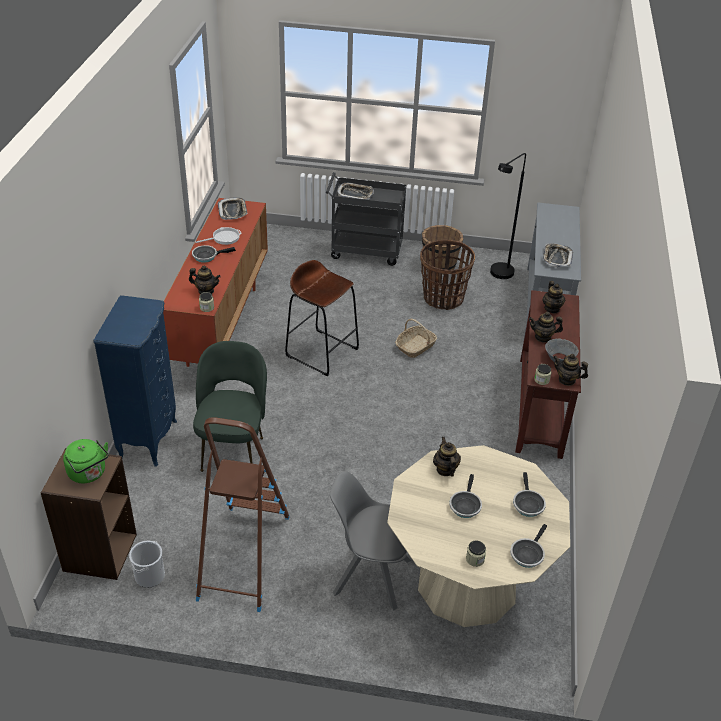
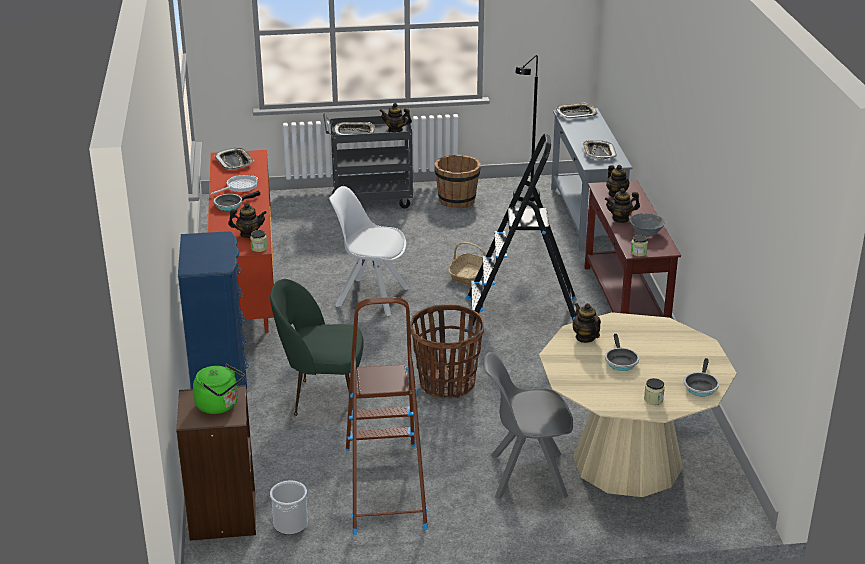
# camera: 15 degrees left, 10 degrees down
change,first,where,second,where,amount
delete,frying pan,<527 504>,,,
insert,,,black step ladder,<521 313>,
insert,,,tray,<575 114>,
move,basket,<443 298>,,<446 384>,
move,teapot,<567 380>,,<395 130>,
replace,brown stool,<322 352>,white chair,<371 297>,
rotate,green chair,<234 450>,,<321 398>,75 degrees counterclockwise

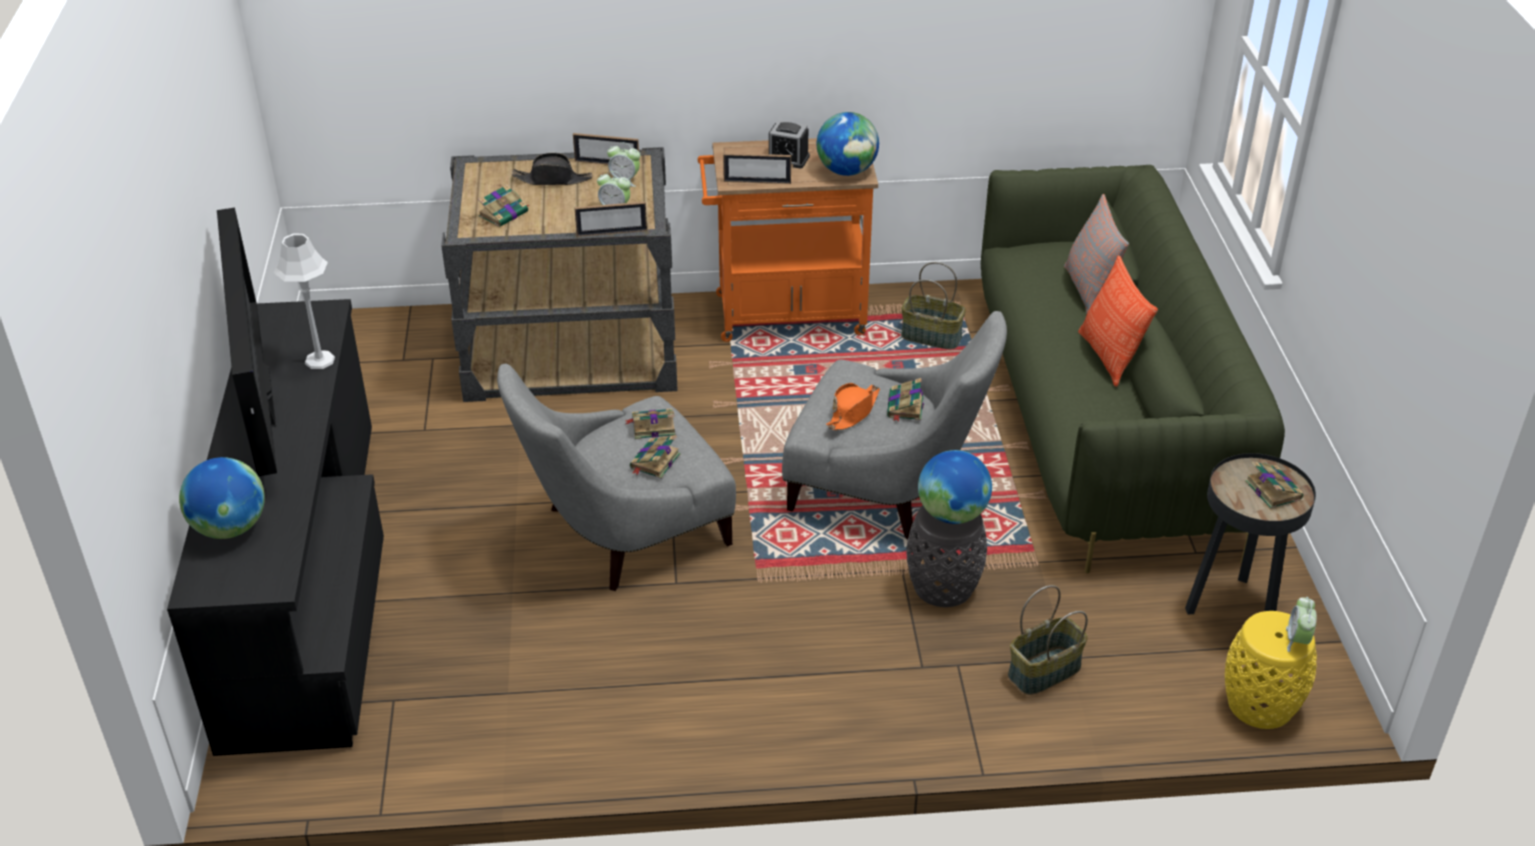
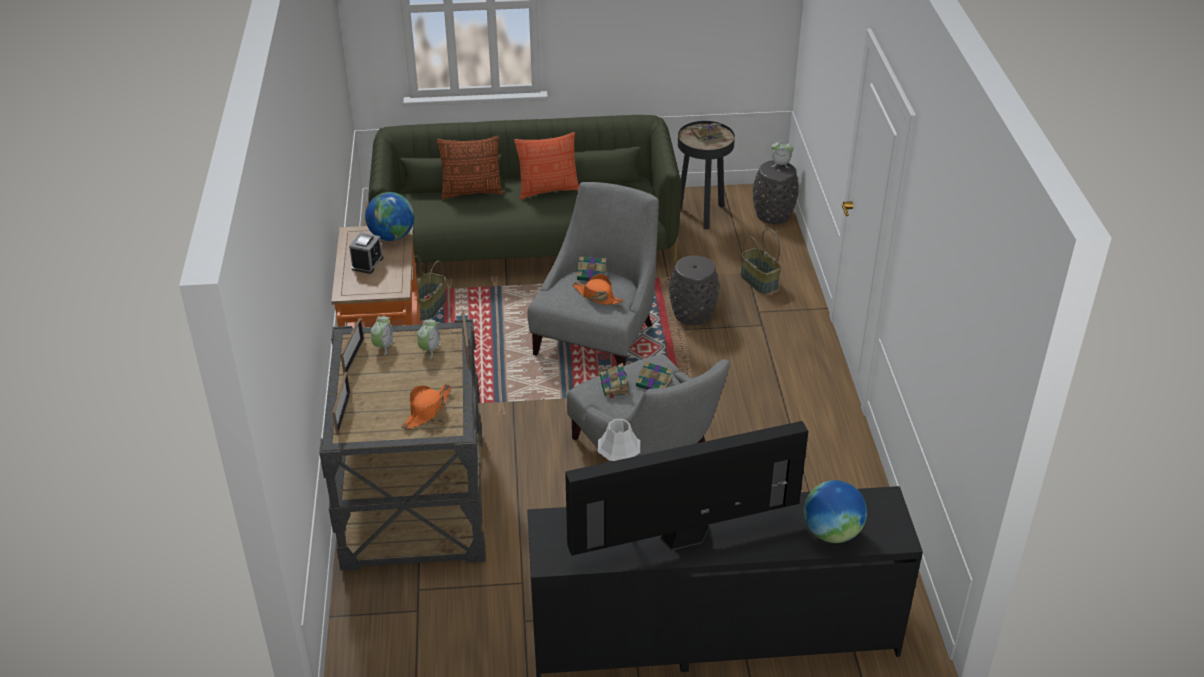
# camera: 90 degrees left, 0 degrees up
change,first,where,second,where,amount
delete,black hat,<553 179>,,,
delete,globe,<952 514>,,,
move,picture frame,<757 182>,,<343 413>,
replace,book,<504 214>,orange hat,<427 411>,
recolor,grey pillow,<1089 291>,brown pillow,<472 192>,
recolor,yellow stool,<1260 705>,grey stool,<773 214>,

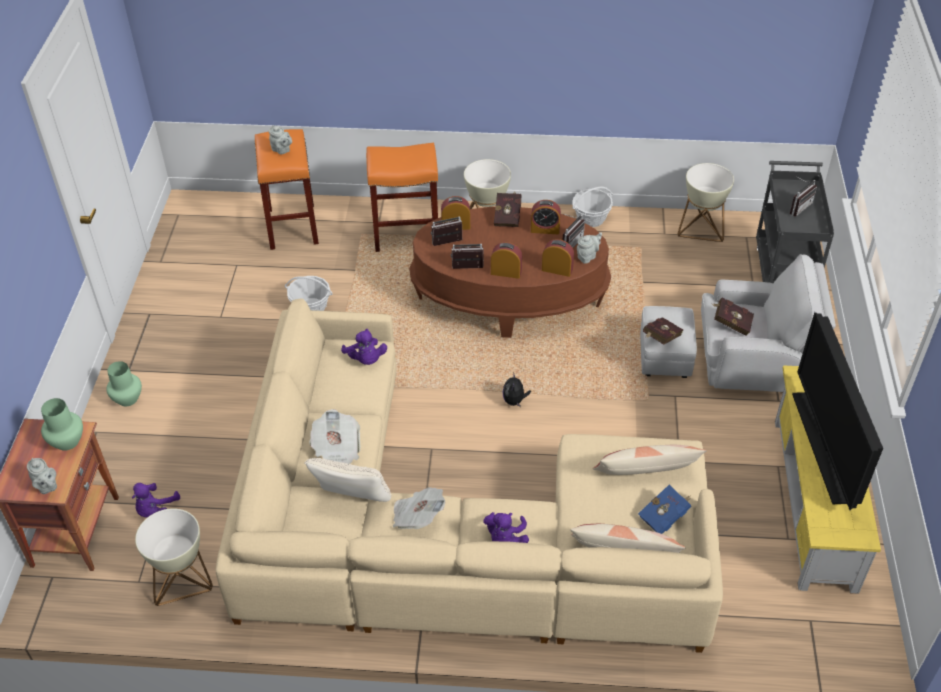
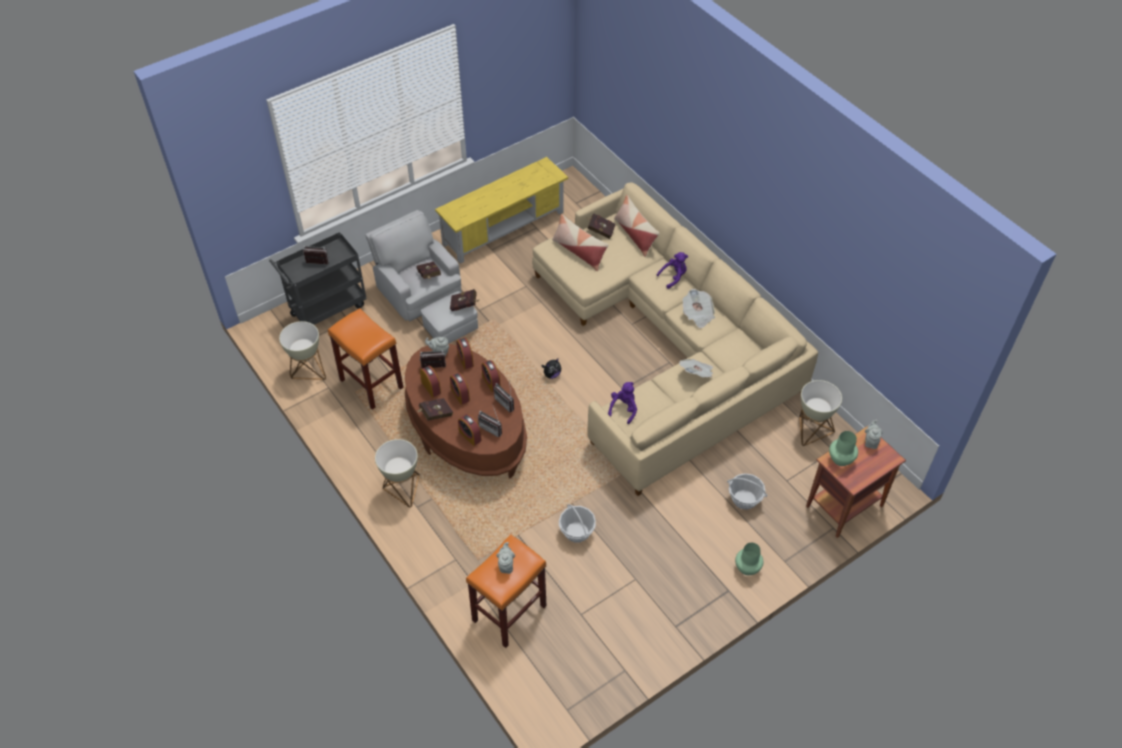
# camera: 130 degrees left, 5 degrees up
change,first,where,second,where,amount
delete,purple plush toy,<155 509>,,,
delete,beige pillow,<352 501>,,,
delete,television,<824 447>,,,
insert,,,alarm clock,<460 395>,
move,orange stool,<407 234>,,<370 384>,
move,basket,<591 218>,,<744 499>,
recolor,blue book,<665 517>,red book,<600 231>,

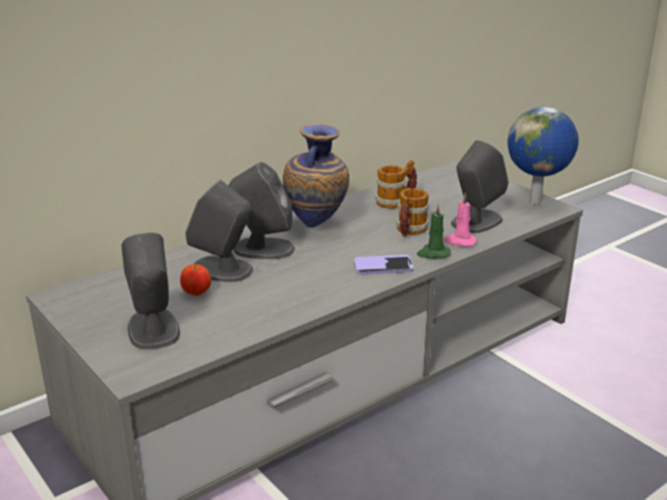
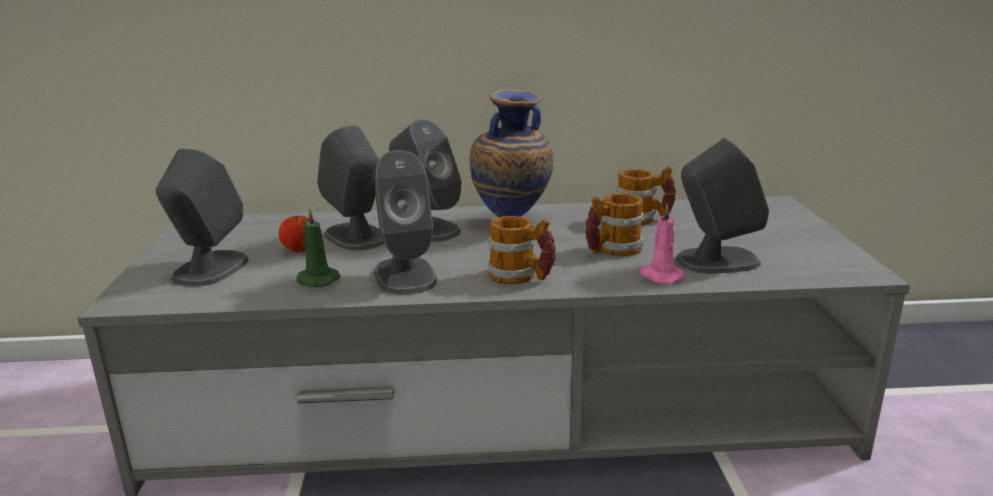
# camera: 35 degrees right, 5 degrees down
change,first,where,second,where,amount
delete,globe,<536 203>,,,
insert,,,grey speaker,<405 275>,
move,green candle,<433 254>,,<316 280>,
replace,phone,<383 266>,mug,<521 277>,

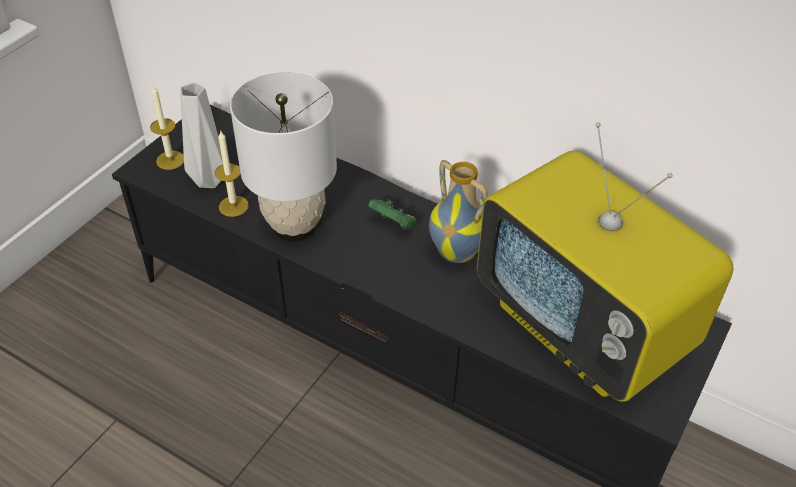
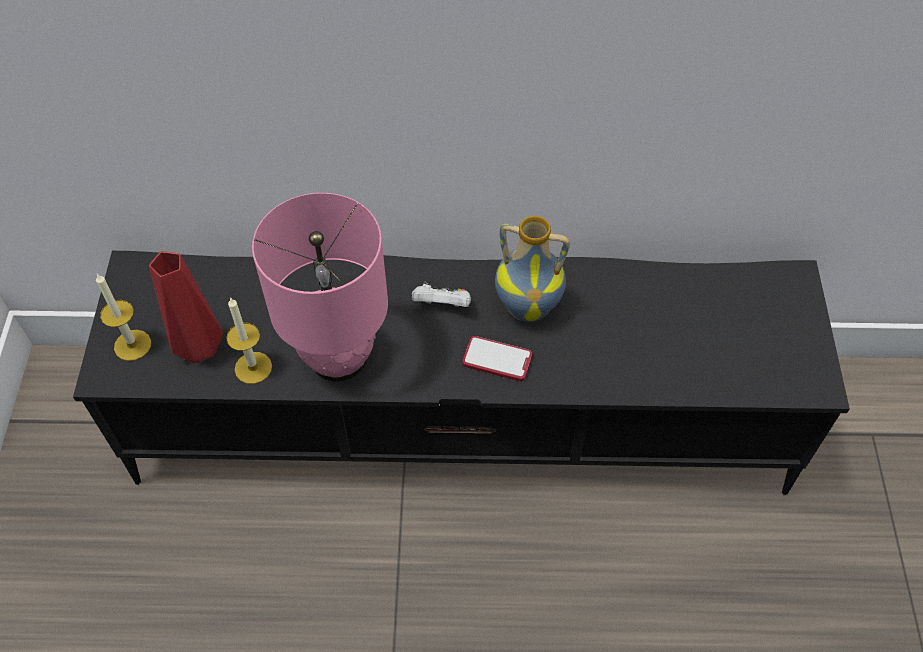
# camera: 30 degrees left, 10 degrees up
change,first,where,second,where,amount
delete,television,<584 328>,,,
insert,,,phone,<497 360>,
recolor,grey vase,<211 181>,red vase,<202 349>,
recolor,white table lamp,<295 225>,pink table lamp,<339 357>,
recolor,green game controller,<394 224>,white game controller,<442 305>,

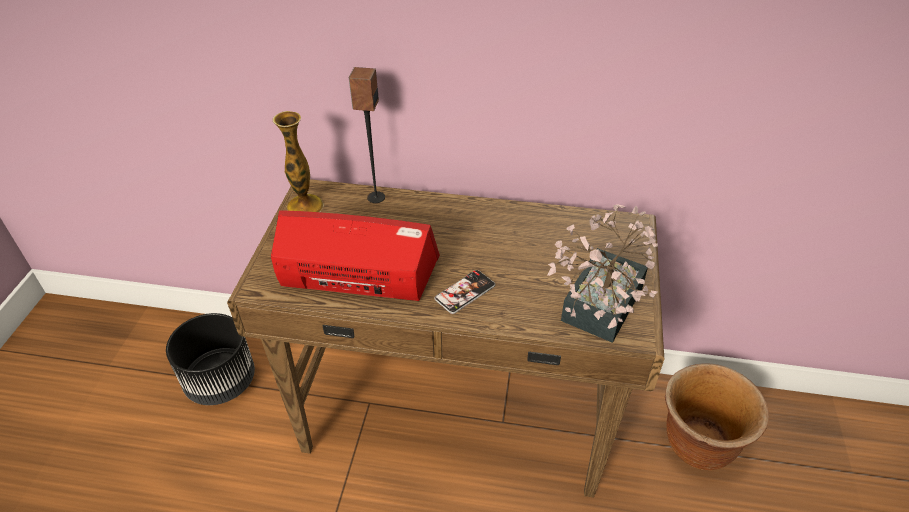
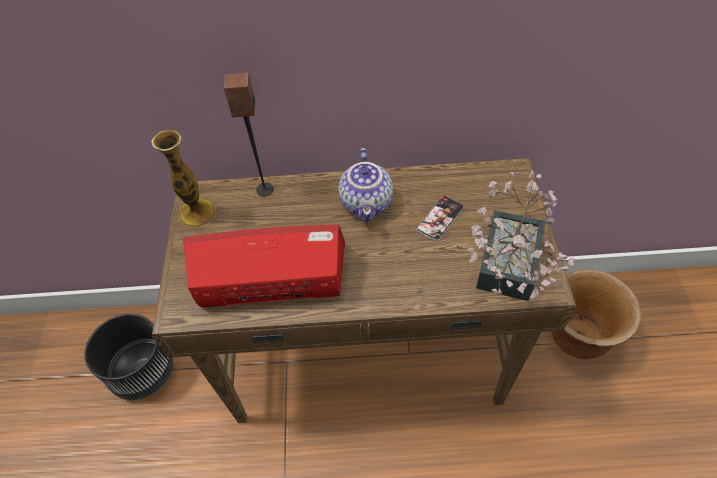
# camera: 10 degrees left, 10 degrees up
change,first,where,second,where,amount
insert,,,teapot,<367 204>,
move,phone,<465 292>,,<440 218>,

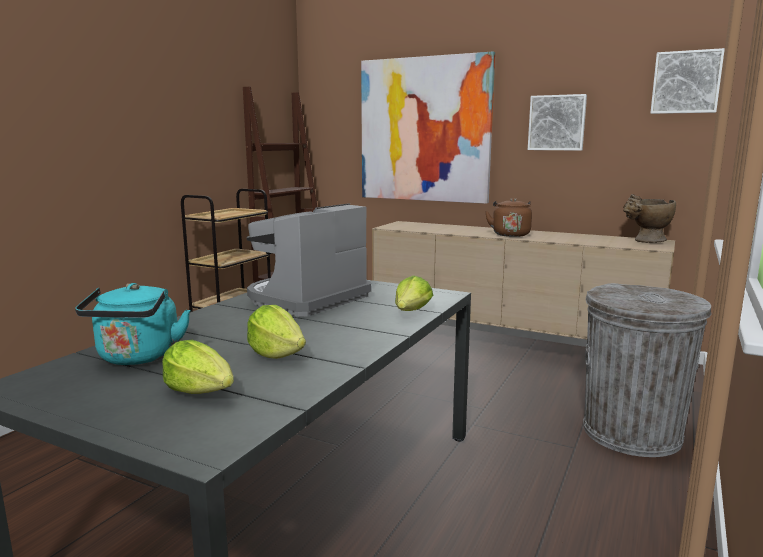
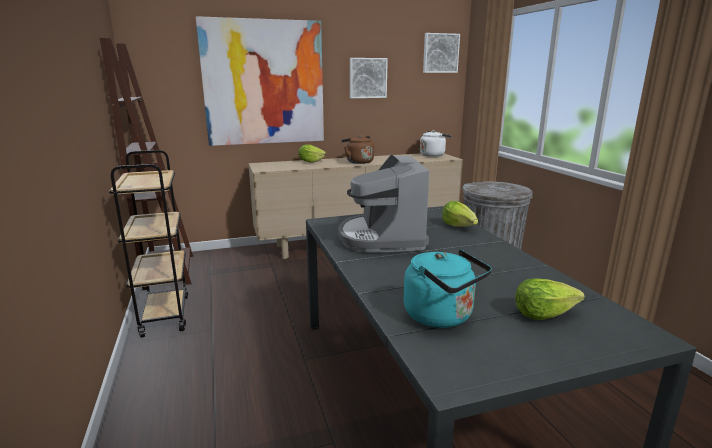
# camera: 45 degrees left, 5 degrees up
change,first,where,second,where,amount
move,lettuce,<276 354>,,<310 161>,
replace,beige vase,<646 241>,white kettle,<433 155>,

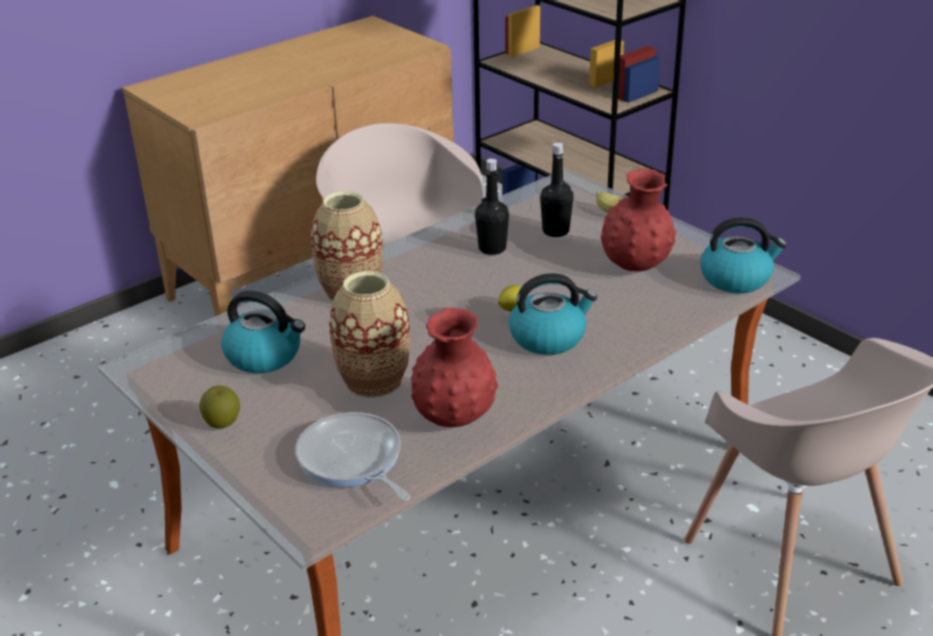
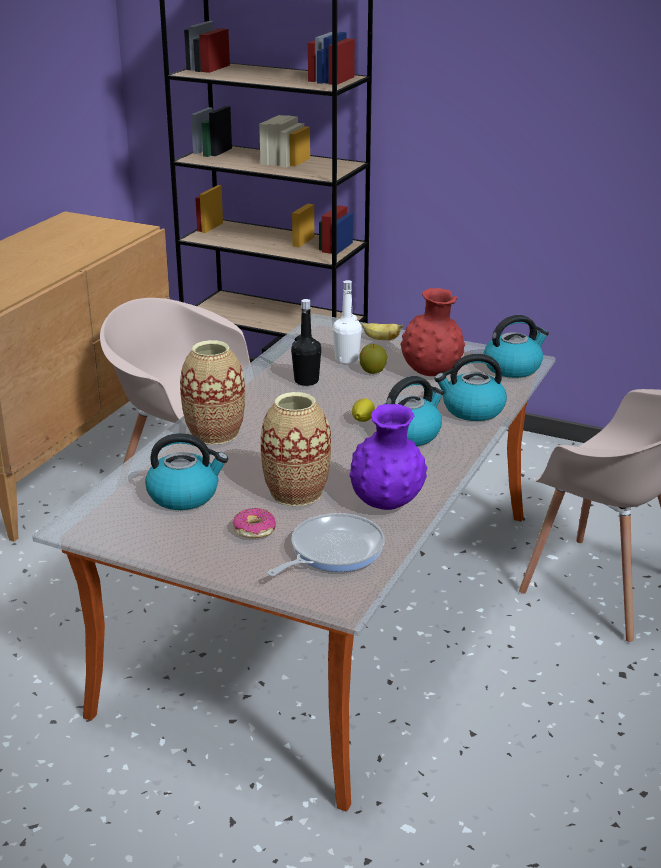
# camera: 25 degrees left, 5 degrees down
change,first,where,second,where,amount
insert,,,donut,<254 529>,
insert,,,kettle,<472 410>,
move,apple,<222 422>,,<372 371>,
recolor,red vase,<454 418>,purple vase,<386 504>,
recolor,black bottle,<555 231>,white bottle,<346 359>,
rotate,frying pan,<352 460>,,<332 551>,105 degrees clockwise

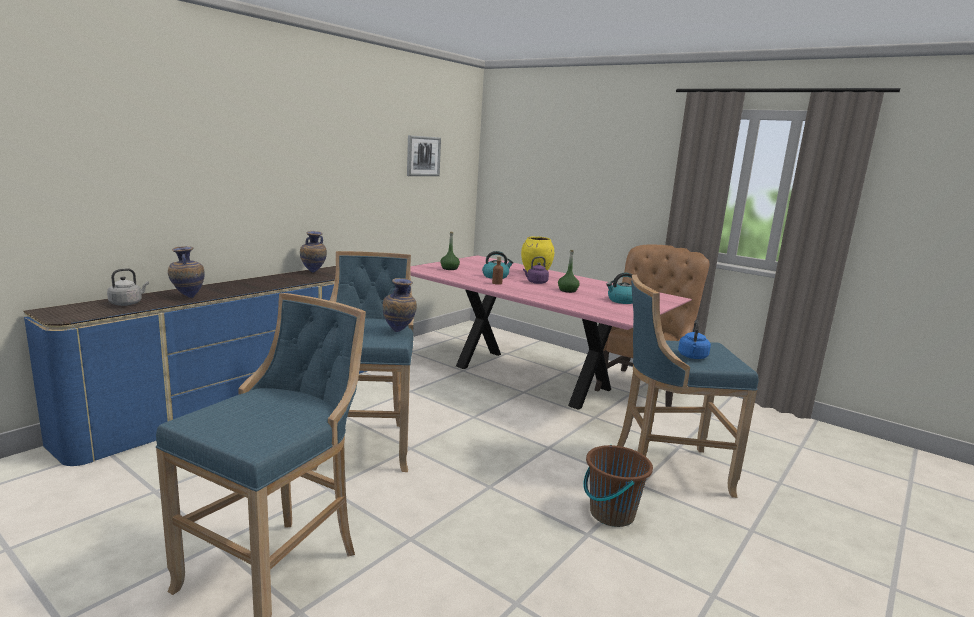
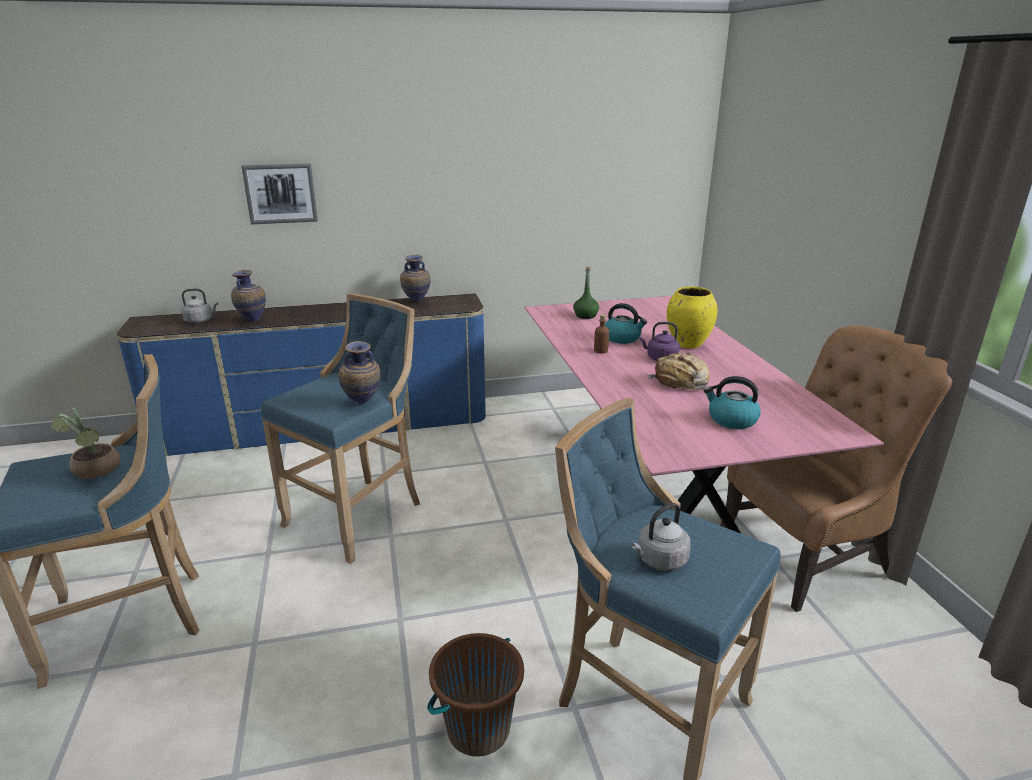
# camera: 40 degrees right, 10 degrees up
change,first,where,second,where,amount
insert,,,potted plant,<95 472>,
move,picture,<423 156>,,<281 193>,
replace,green bottle,<568 290>,bread,<680 382>,
recolor,blue kettle,<692 357>,grey kettle,<659 561>,

